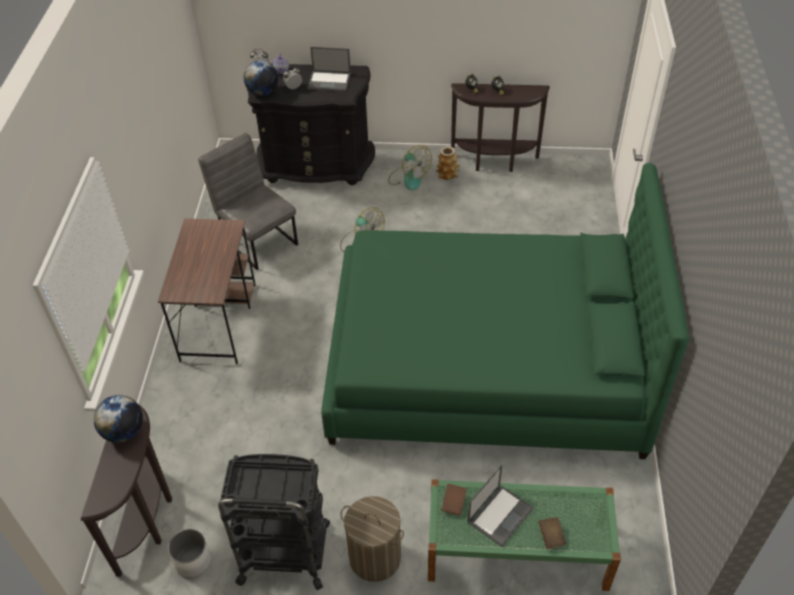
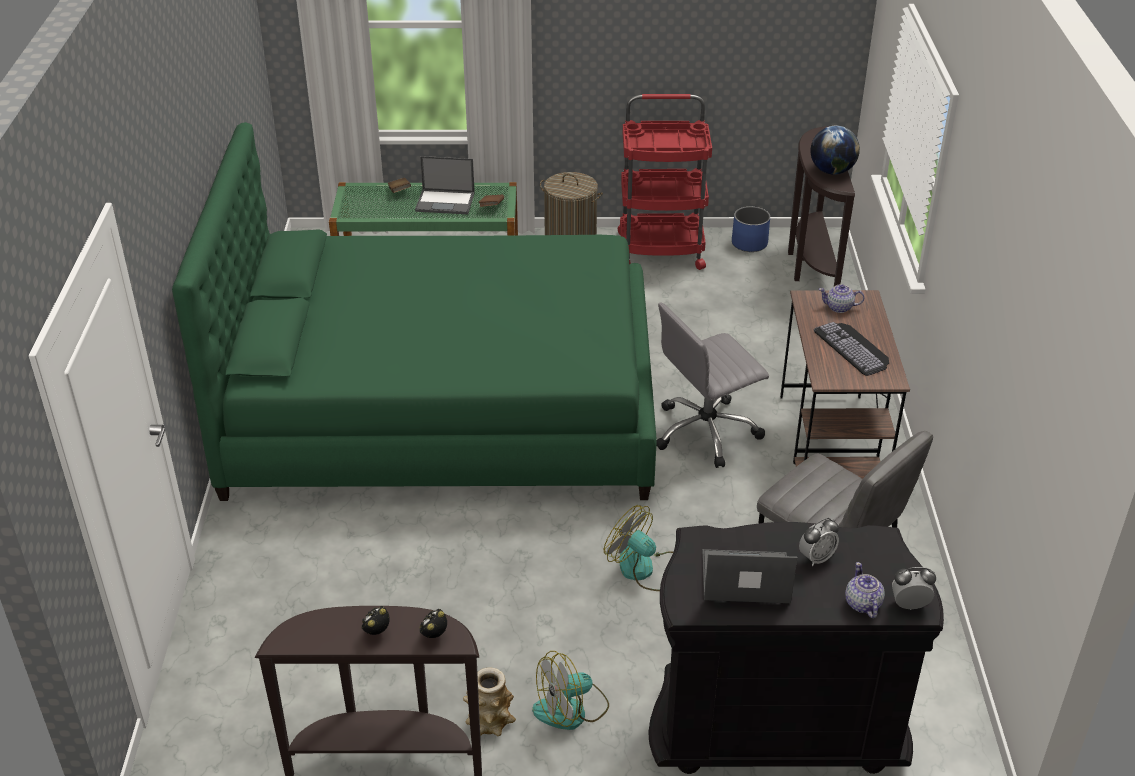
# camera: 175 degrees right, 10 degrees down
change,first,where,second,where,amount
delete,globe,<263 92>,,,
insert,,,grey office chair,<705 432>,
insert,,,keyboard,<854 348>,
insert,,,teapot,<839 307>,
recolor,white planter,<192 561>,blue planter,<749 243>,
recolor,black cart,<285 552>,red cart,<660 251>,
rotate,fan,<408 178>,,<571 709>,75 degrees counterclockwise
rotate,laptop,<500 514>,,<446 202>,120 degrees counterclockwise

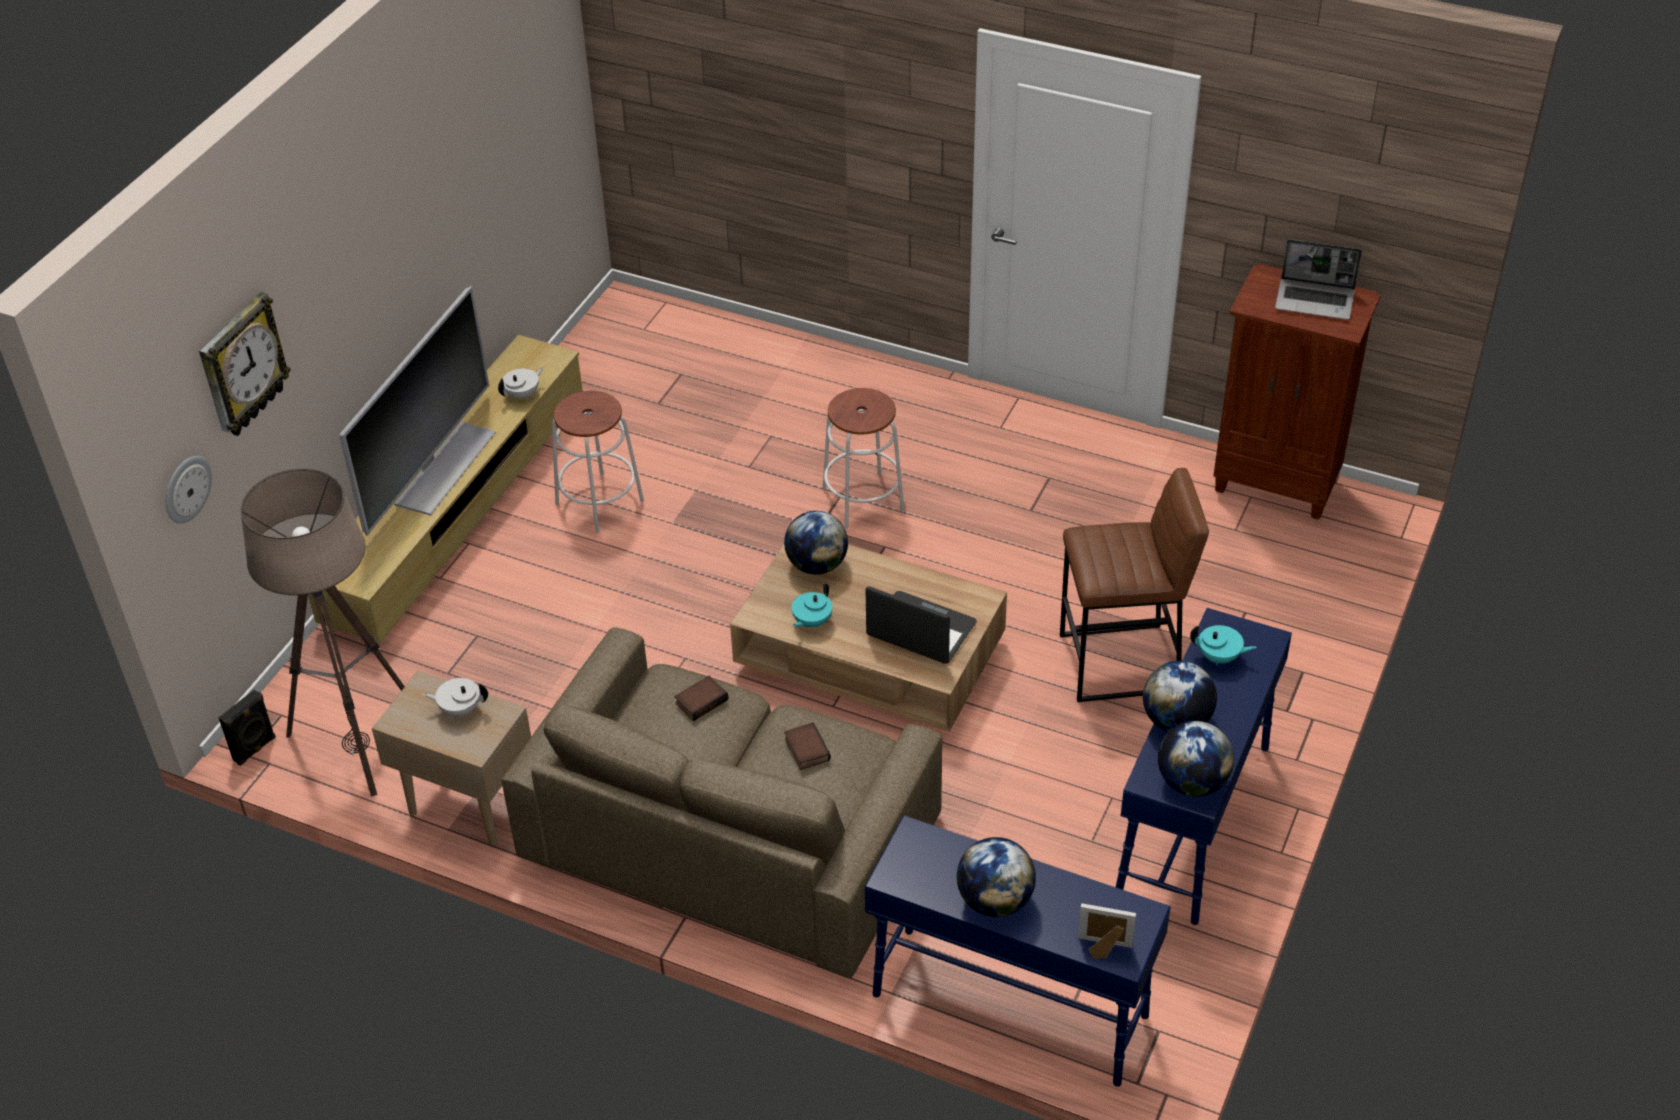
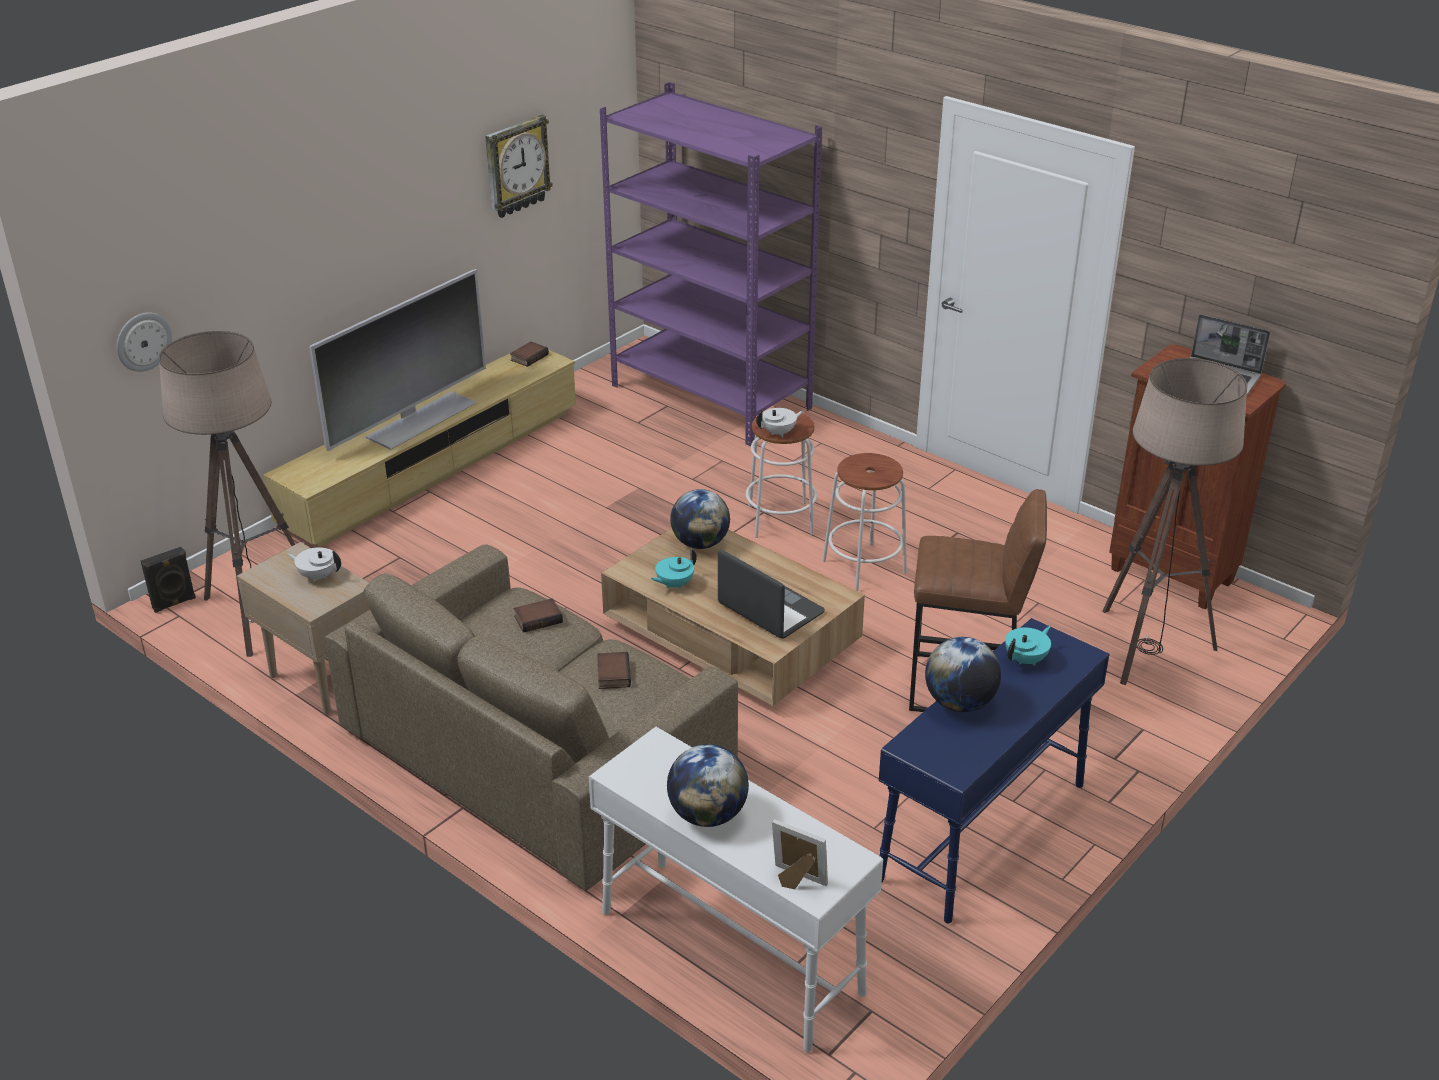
# camera: 15 degrees right, 10 degrees down
change,first,where,second,where,amount
delete,globe,<1191 782>,,,
insert,,,book,<529 357>,
insert,,,purple bookcase,<711 397>,
insert,,,floor lamp,<1147 647>,
move,wall clock,<242 366>,,<516 166>,
move,white teapot,<523 394>,,<779 433>,
move,white stool,<599 502>,,<864 567>,
recolor,blue console table,<1010 1004>,white console table,<731 951>,
rotate,turquoise teapot,<1219 657>,,<1026 659>,75 degrees counterclockwise

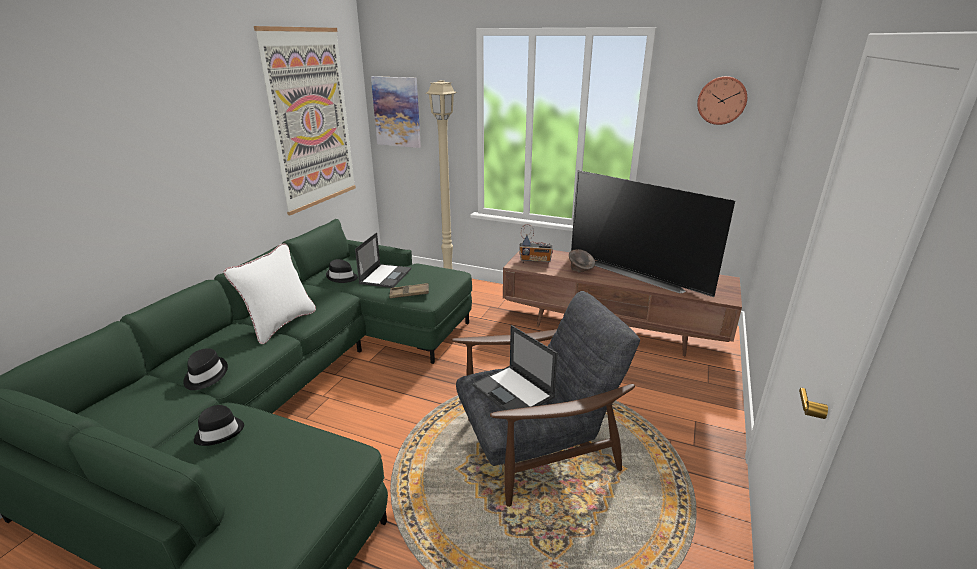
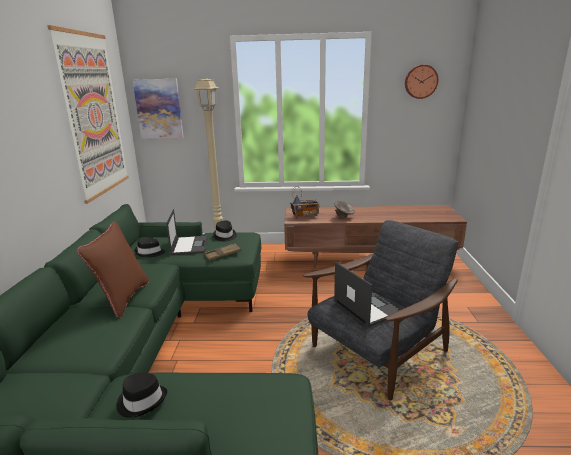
# camera: 20 degrees left, 5 degrees down
change,first,where,second,where,amount
delete,television,<638 273>,,,
move,black hat,<205 375>,,<224 236>,
recolor,white pillow,<280 324>,brown pillow,<123 299>,
rotate,laptop,<514 392>,,<366 306>,150 degrees counterclockwise

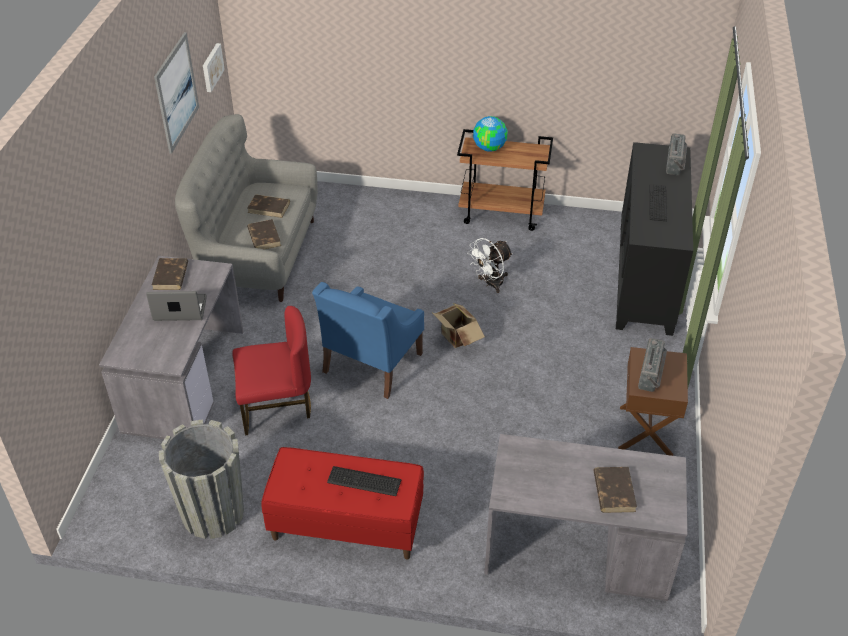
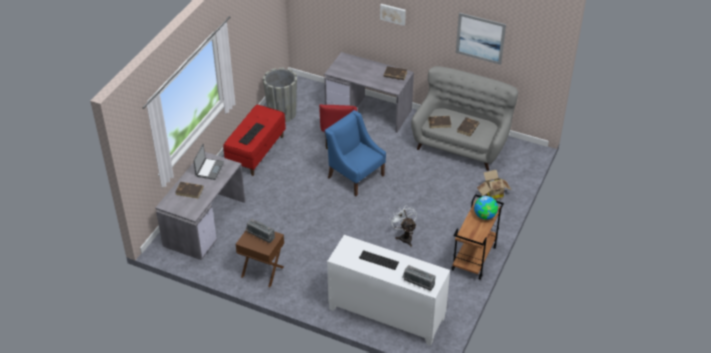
# camera: 105 degrees right, 0 degrees up
change,first,where,second,where,amount
move,laptop,<180 310>,,<209 169>,
move,picture,<211 67>,,<393 14>,
move,cardboard box,<456 338>,,<492 194>,
recolor,black cabinet,<646 278>,white cabinet,<386 314>,

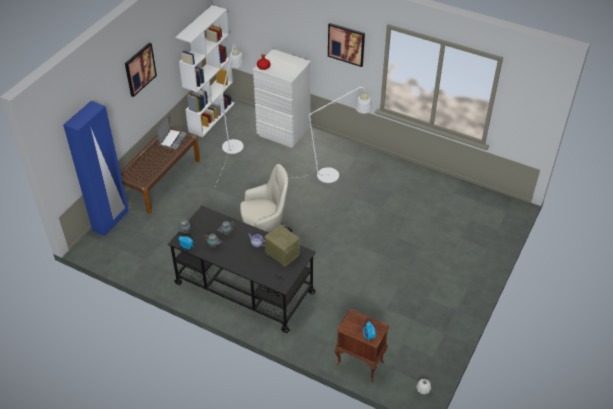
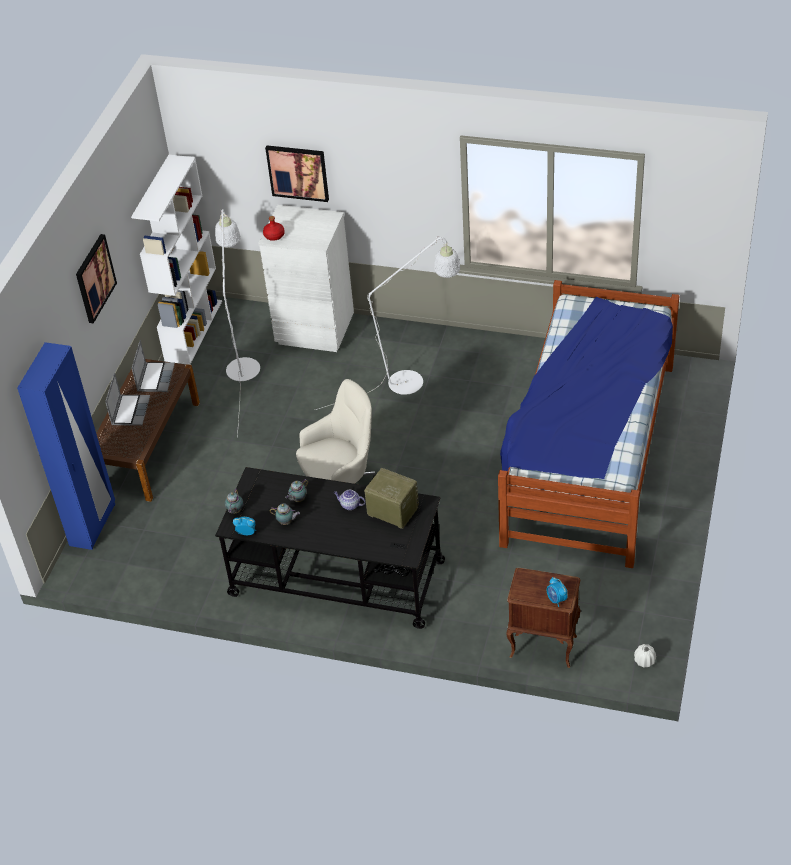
# camera: 10 degrees left, 0 degrees up
change,first,where,second,where,amount
insert,,,laptop,<130 411>,
insert,,,bed,<588 452>,
move,picture,<346 44>,,<298 172>,

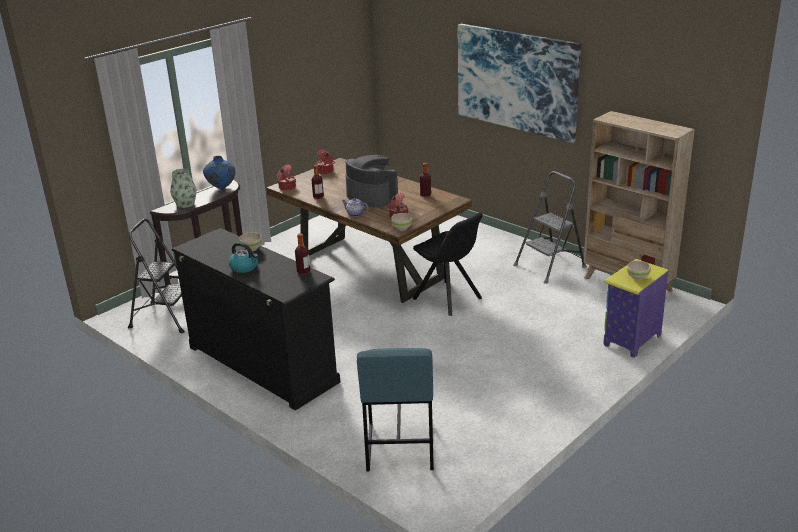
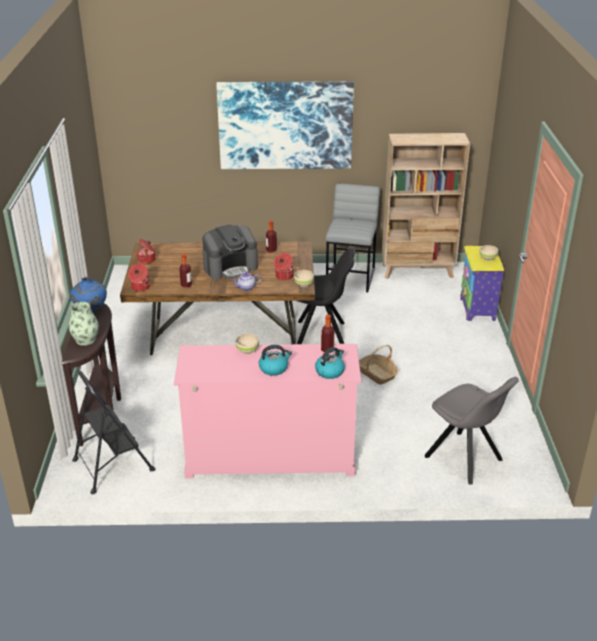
# camera: 45 degrees left, 5 degrees up
change,first,where,second,where,amount
insert,,,kettle,<330 371>,
insert,,,basket,<377 374>,
replace,blue stool,<400 448>,grey chair,<464 458>,
replace,grey step ladder,<551 265>,grey stool,<350 277>,
recolor,black cabinet,<262 364>,pink cabinet,<269 457>,
rotate,coffee machine,<371 196>,,<230 267>,150 degrees clockwise

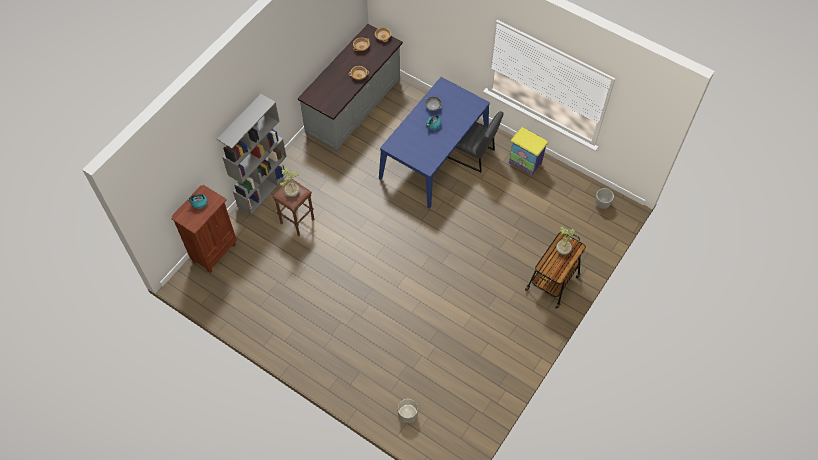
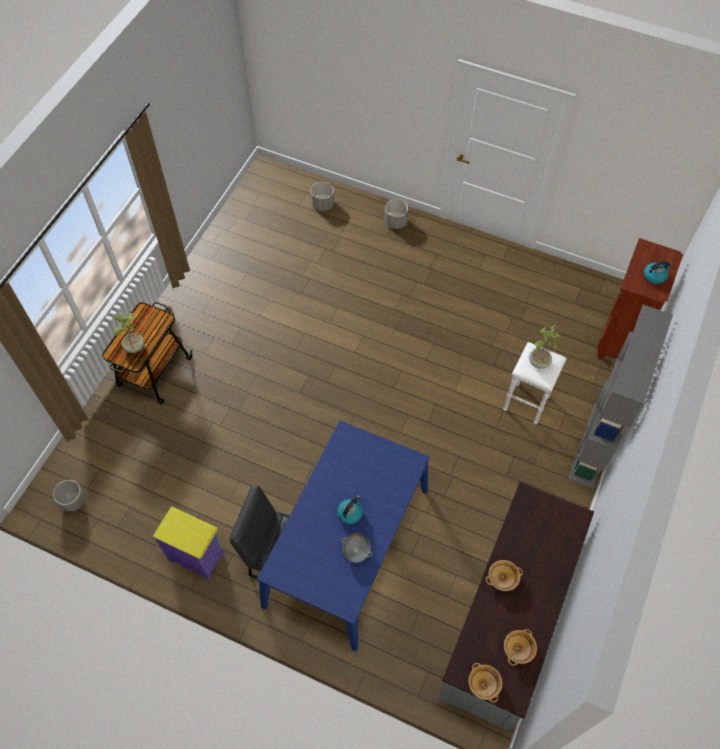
# camera: 170 degrees right, 0 degrees up
change,first,where,second,where,amount
insert,,,grey planter,<395 222>,
recolor,brown stool,<297 220>,white stool,<526 404>,

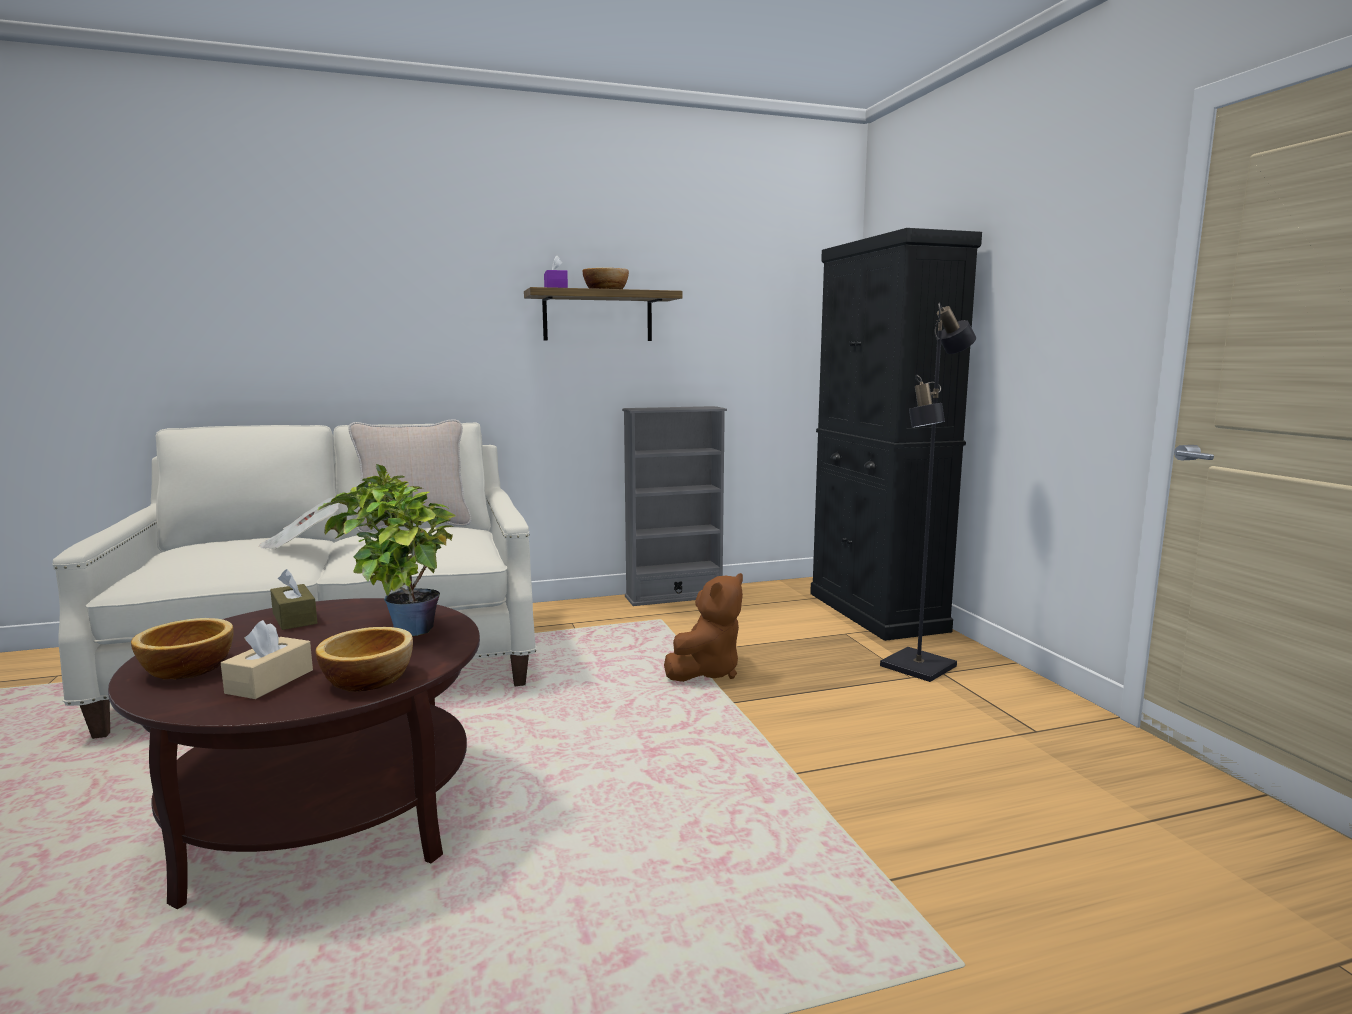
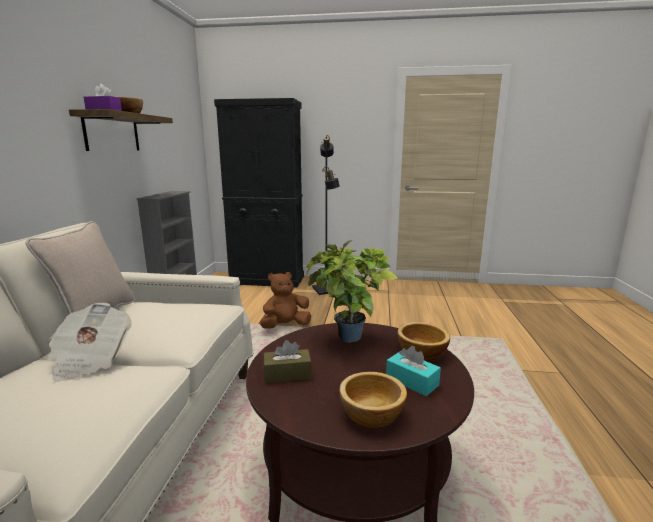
# camera: 65 degrees left, 5 degrees up
change,first,where,second,where,amount
recolor,beige tissue box,<270 681>,turquoise tissue box,<412 381>,
rotate,brown plush toy,<706 671>,,<285 326>,90 degrees counterclockwise

